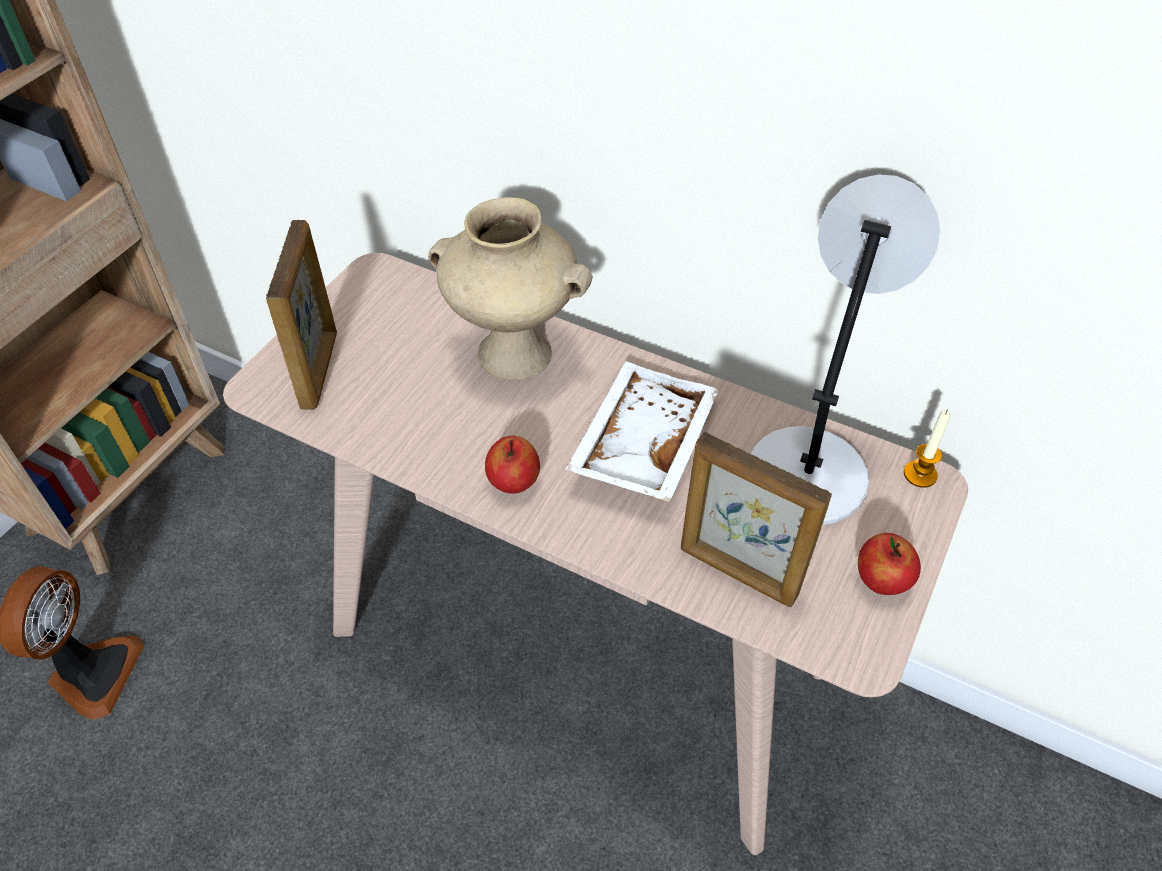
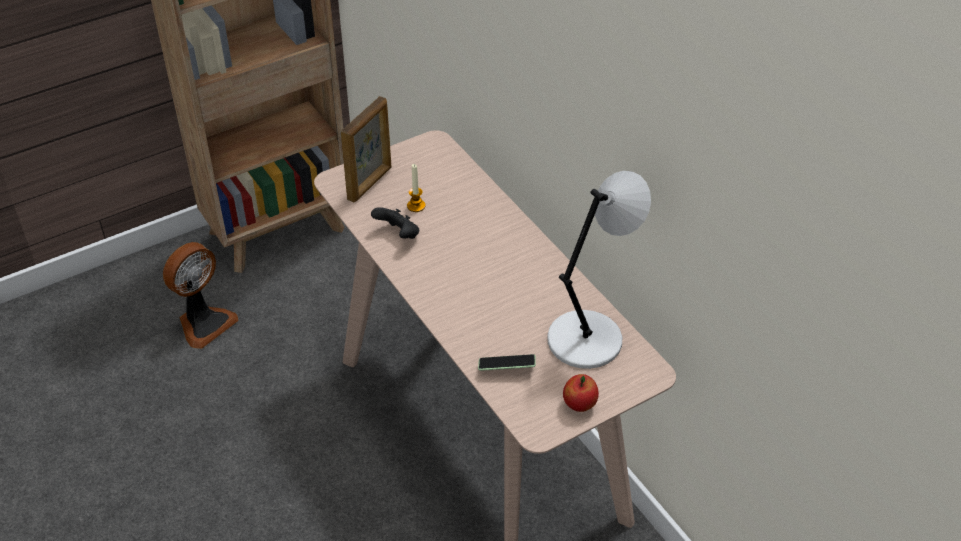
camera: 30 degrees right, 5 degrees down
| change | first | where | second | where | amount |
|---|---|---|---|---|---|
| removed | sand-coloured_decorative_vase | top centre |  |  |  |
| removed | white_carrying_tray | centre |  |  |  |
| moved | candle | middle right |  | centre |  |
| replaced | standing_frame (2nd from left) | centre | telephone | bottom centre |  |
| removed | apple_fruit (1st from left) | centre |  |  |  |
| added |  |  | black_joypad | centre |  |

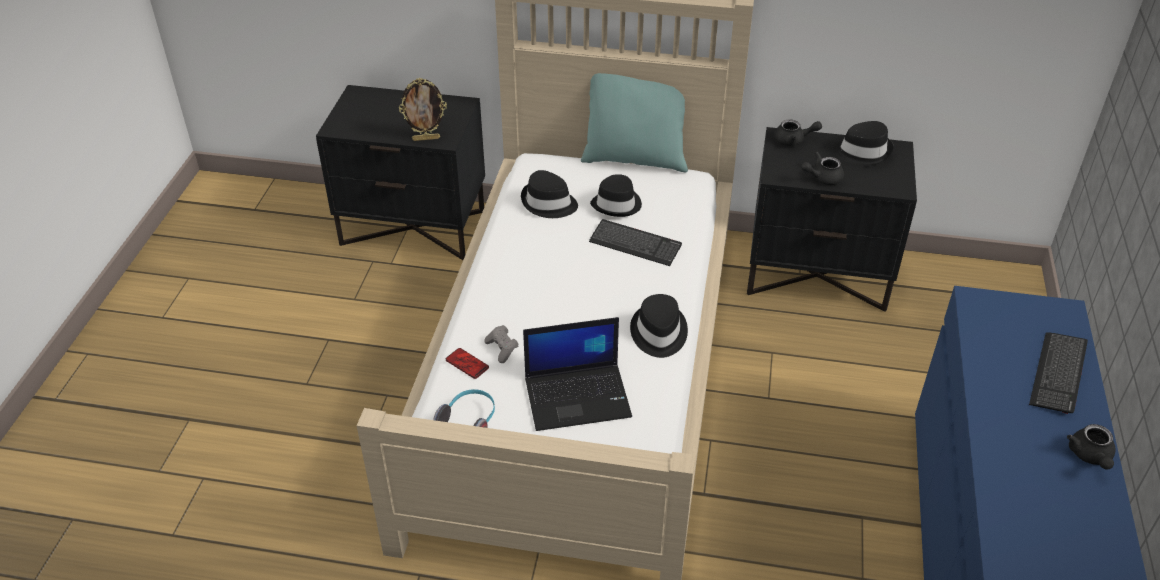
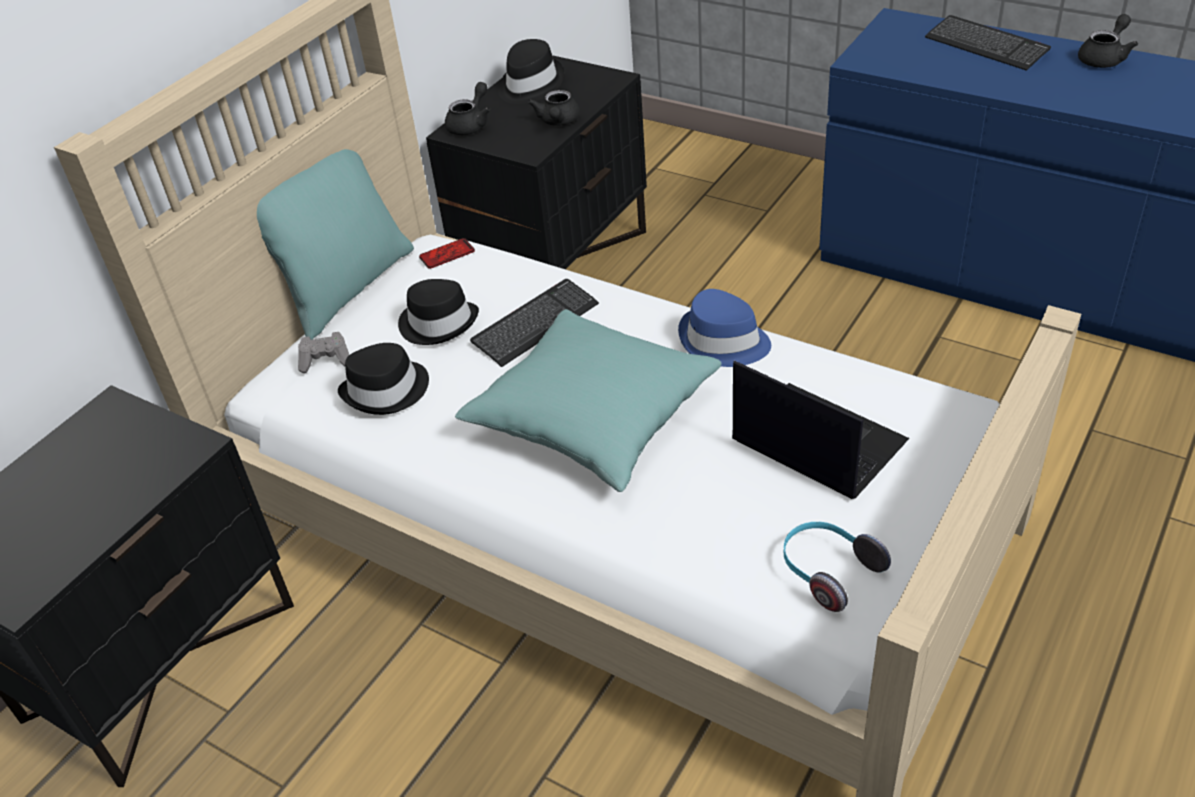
camera: 65 degrees left, 0 degrees up
| change | first | where | second | where | amount |
|---|---|---|---|---|---|
| removed | standing_frame | top centre |  |  |  |
| recoloured | black_wearable_hat (3rd from left) | centre | bluish_wearable_hat | centre |  |
| turned | portable_computer | centre |  | middle right | 60 degrees counterclockwise |
| moved | greyish_joypad | centre |  | middle left |  |
| moved | telephone | centre |  | top centre |  |
| turned | black_tea_pot (3rd from left) | bottom right |  | top right | 75 degrees counterclockwise |
| added |  |  | turquoise-coloured_throw_pillow (2nd from left) | centre |  |

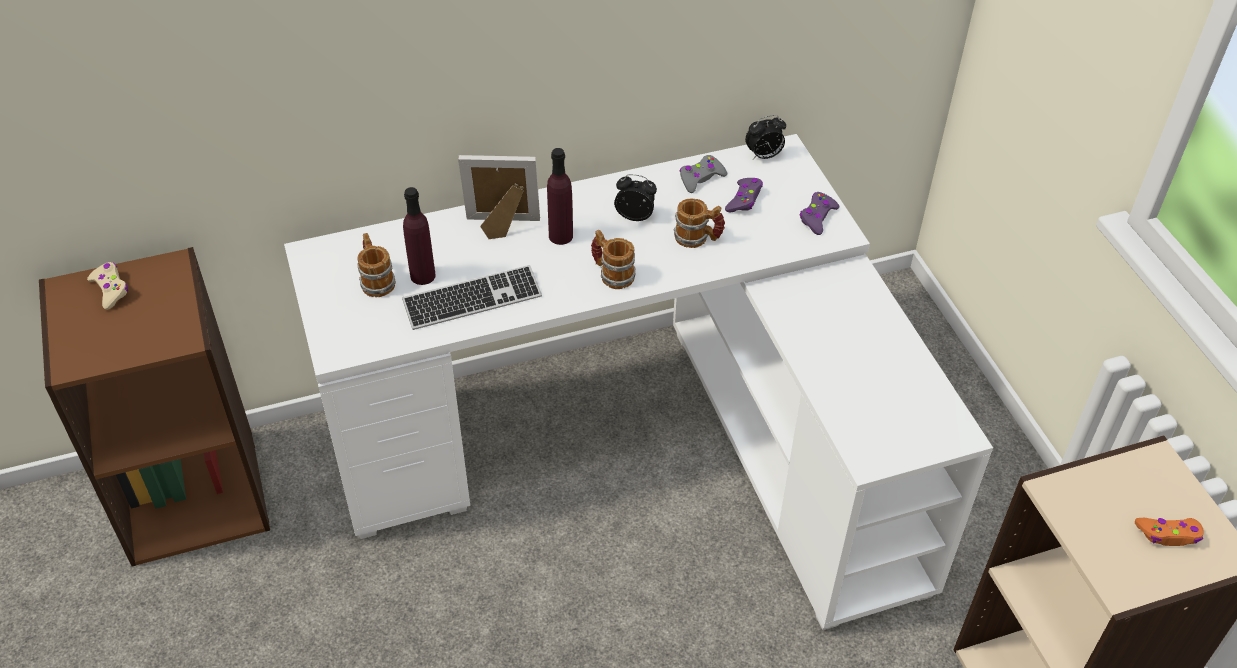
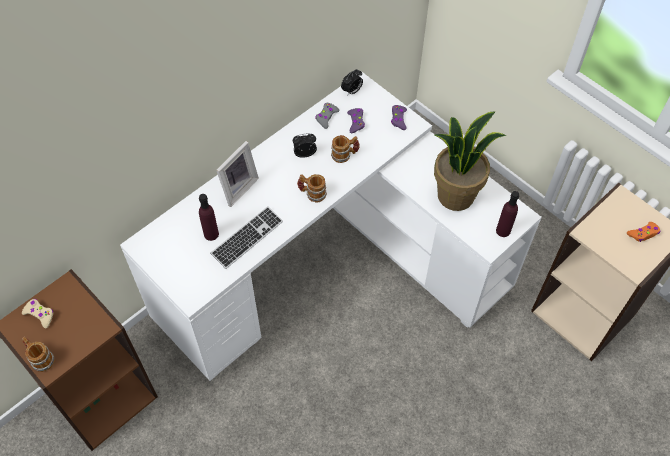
camera: 25 degrees left, 10 degrees up
| change | first | where | second | where | amount |
|---|---|---|---|---|---|
| moved | purple_beverage_bottle (2nd from left) | top centre |  | middle right |  |
| turned | standing_frame | top centre |  | centre | 150 degrees clockwise |
| moved | tea_mug (1st from left) | middle left |  | bottom left |  |
| added |  |  | houseplant | middle right |  |

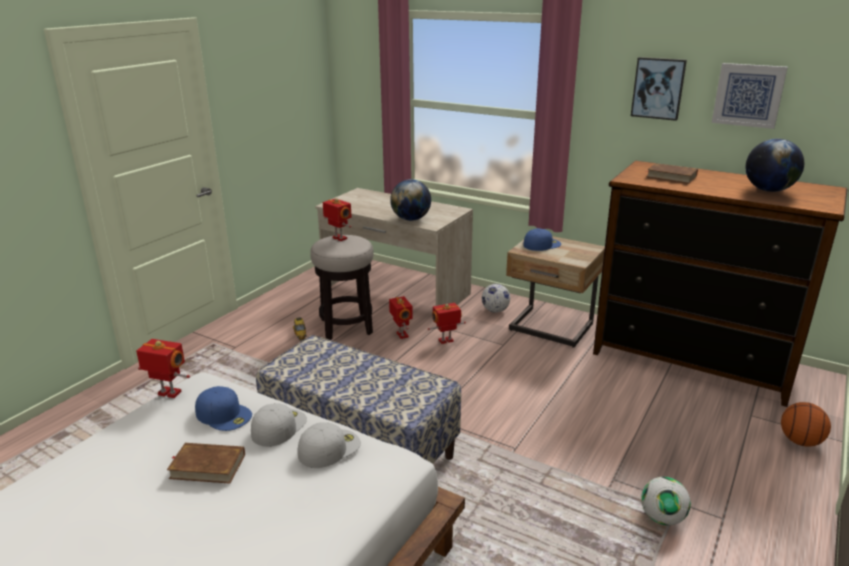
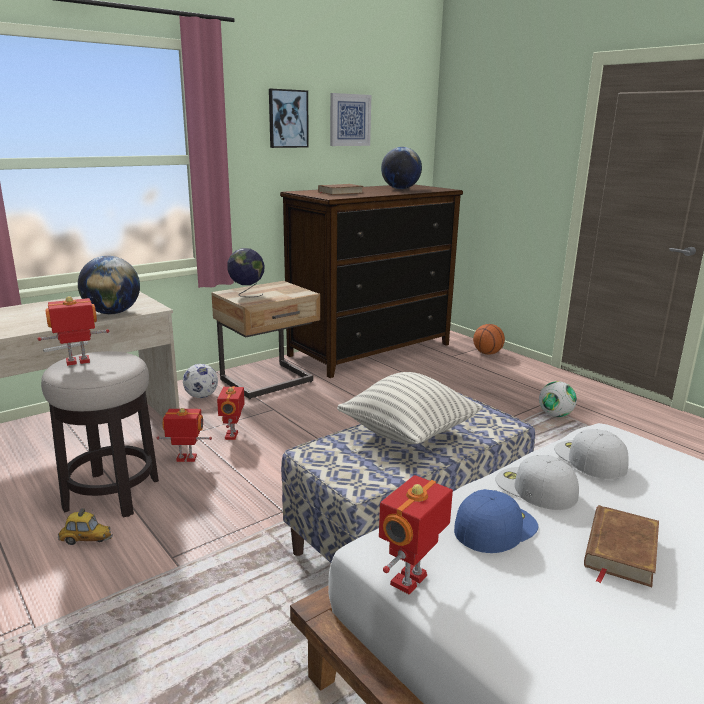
camera: 70 degrees left, 5 degrees down
| change | first | where | second | where | amount |
|---|---|---|---|---|---|
| replaced | bluish_cap (2nd from left) | centre | globe (2nd from left) | centre |  |
| added |  |  | throw_pillow | centre |  |

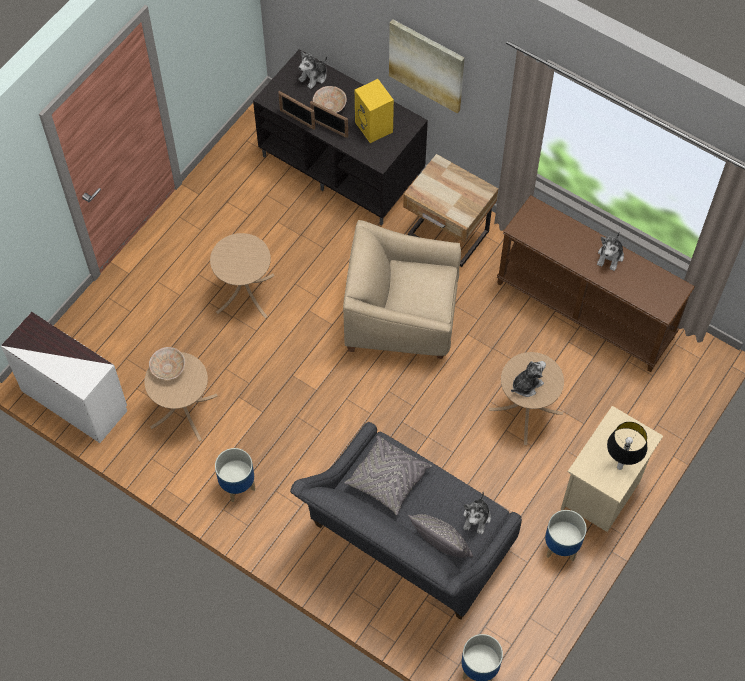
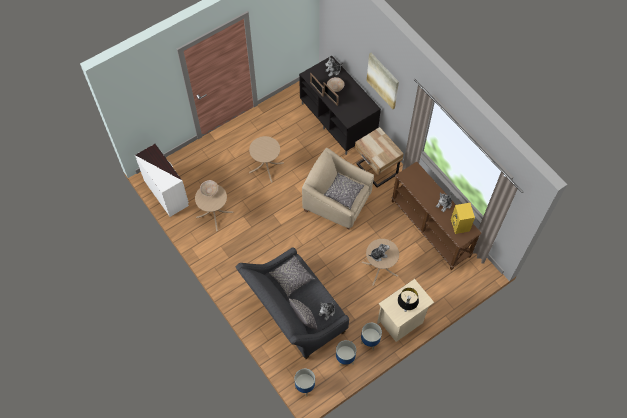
camera: 20 degrees right, 0 degrees up
| change | first | where | second | where | amount |
|---|---|---|---|---|---|
| moved | yellow_audio_speaker | top centre |  | middle right |  |
| moved | plant_pot (1st from left in the first image) | bottom left | plant_pot (2nd from left) | bottom centre |  |
| added |  |  | greyish_throw_pillow (3rd from left) | centre |  |

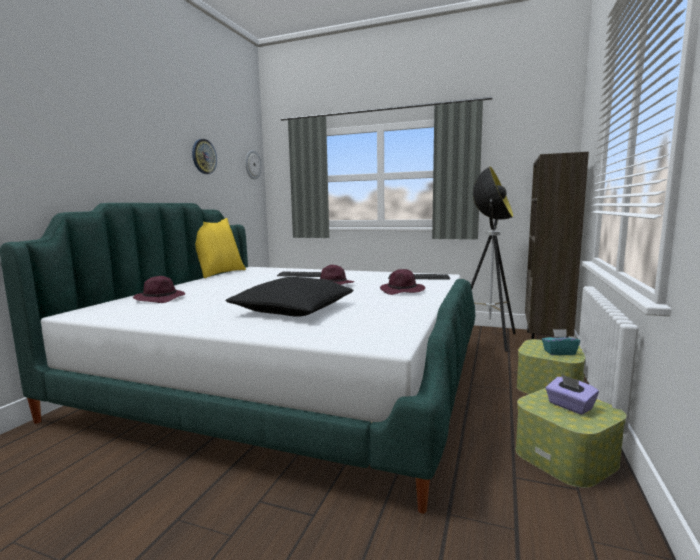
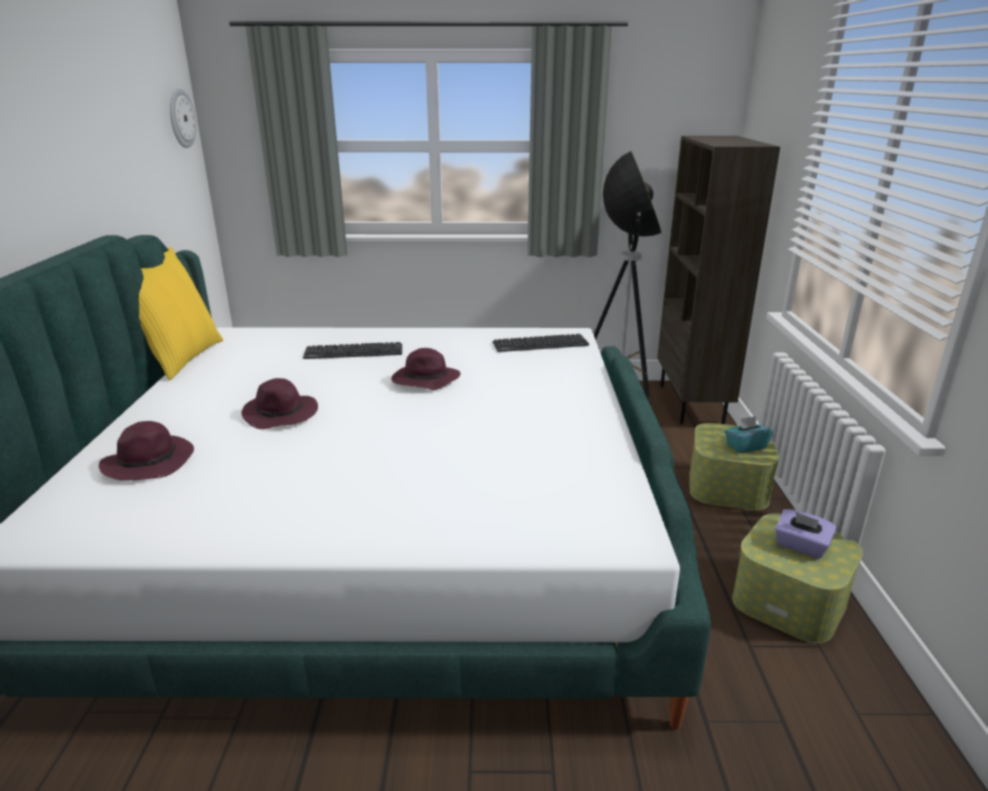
camera: 20 degrees left, 15 degrees up
| change | first | where | second | where | amount |
|---|---|---|---|---|---|
| removed | clock_on_the_wall (1st from left) | top left |  |  |  |
| moved | purple_wearable_hat (3rd from left in the first image) | centre | purple_wearable_hat (2nd from left) | middle left |  |
| removed | black_throw_pillow | centre |  |  |  |

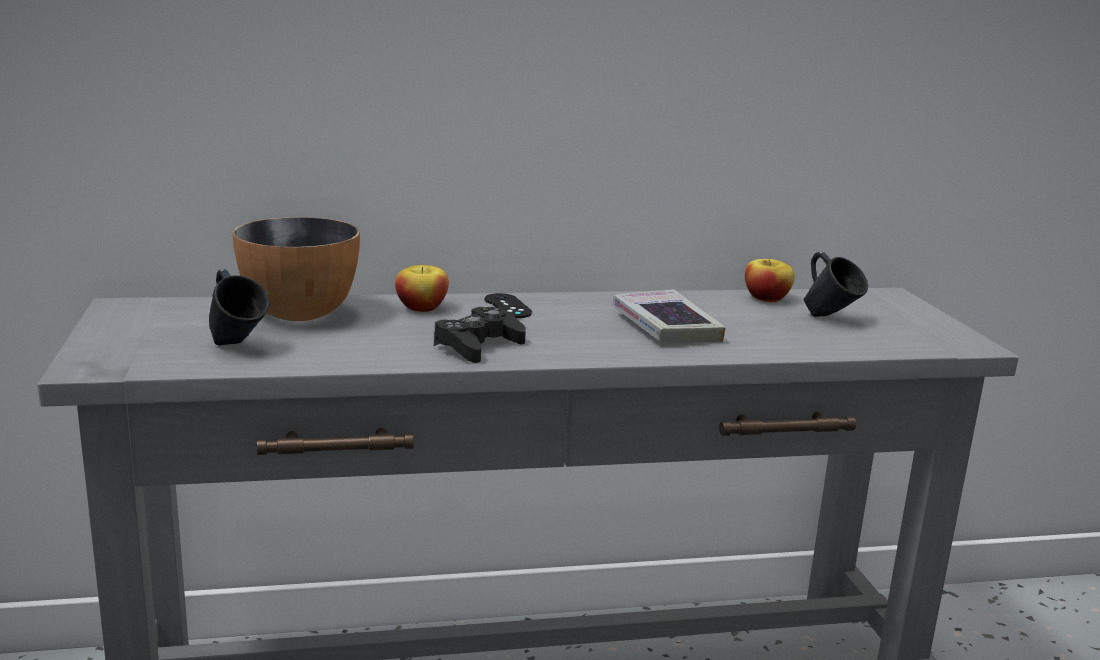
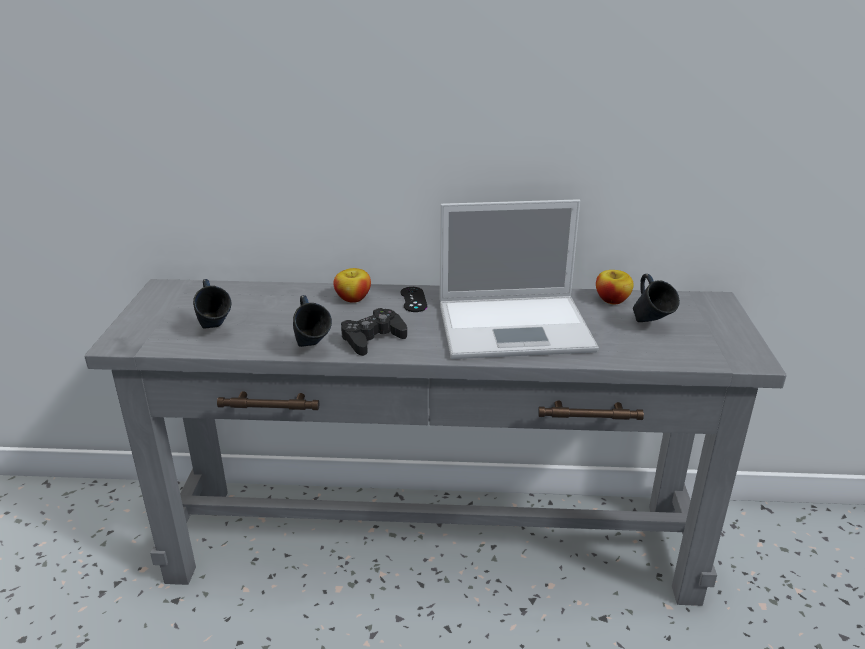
camera: 15 degrees right, 10 degrees up
| change | first | where | second | where | amount |
|---|---|---|---|---|---|
| removed | bowl | middle left |  |  |  |
| replaced | book | centre | portable_computer | centre |  |
| added |  |  | bluish_tea_mug (2nd from left) | centre |  |

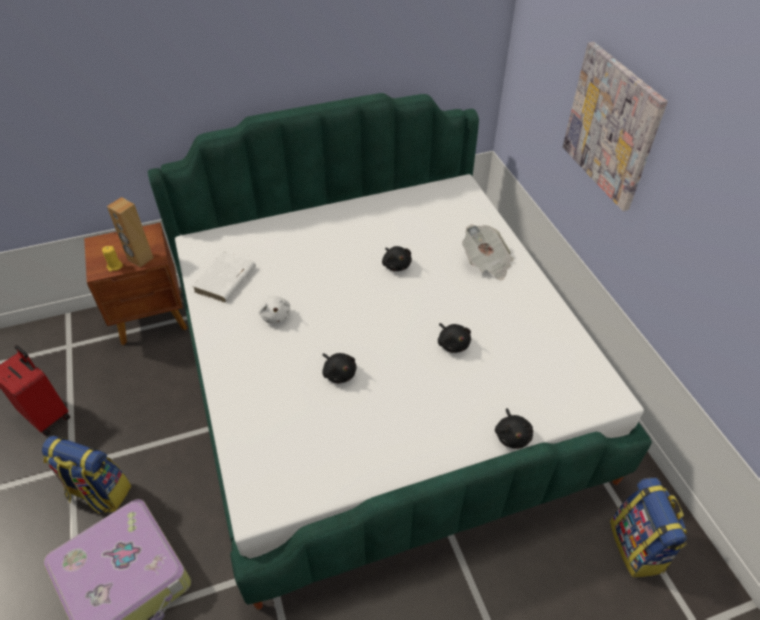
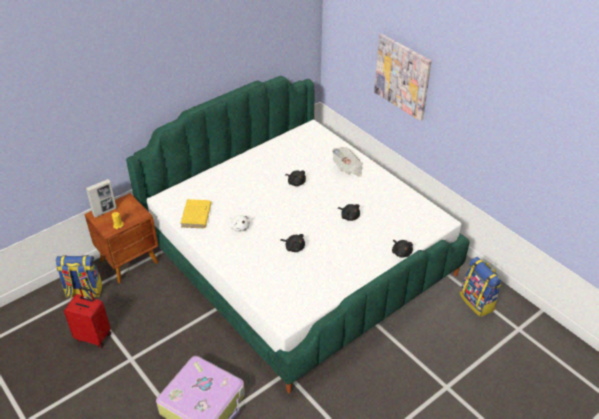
camera: 20 degrees left, 5 degrees down
| change | first | where | second | where | amount |
|---|---|---|---|---|---|
| removed | brownish_audio_speaker | middle left |  |  |  |
| recoloured | white_book | middle left | yellow_book | middle left |  |
| moved | backpack (1st from left) | bottom left |  | middle left |  |
| added |  |  | standing_frame | middle left |  |

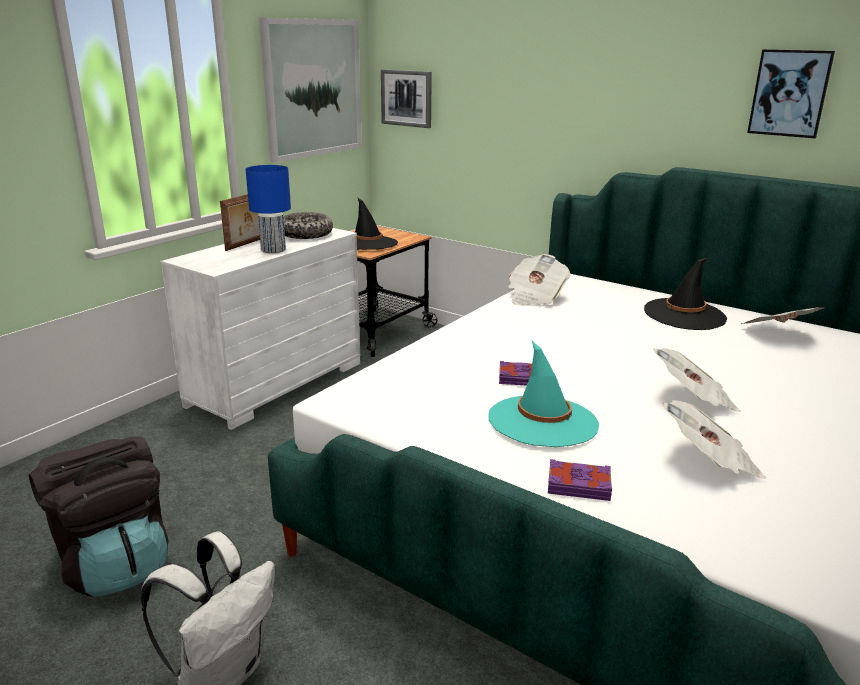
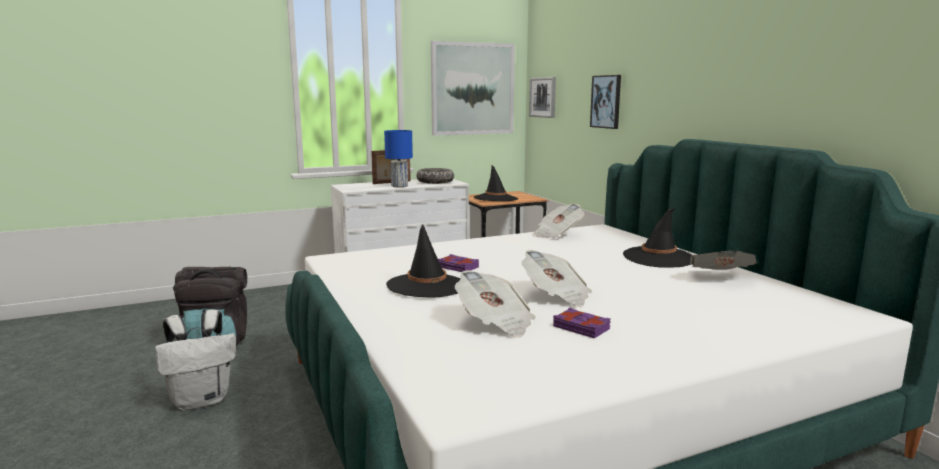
camera: 30 degrees right, 10 degrees down
| change | first | where | second | where | amount |
|---|---|---|---|---|---|
| moved | wall_picture (3rd from left) | top right |  | top centre |  |
| recoloured | turquoise-coloured_wearable_hat | centre | black_wearable_hat (1st from left) | centre |  |
| moved | purple_book (2nd from left) | bottom right |  | bottom centre |  |

